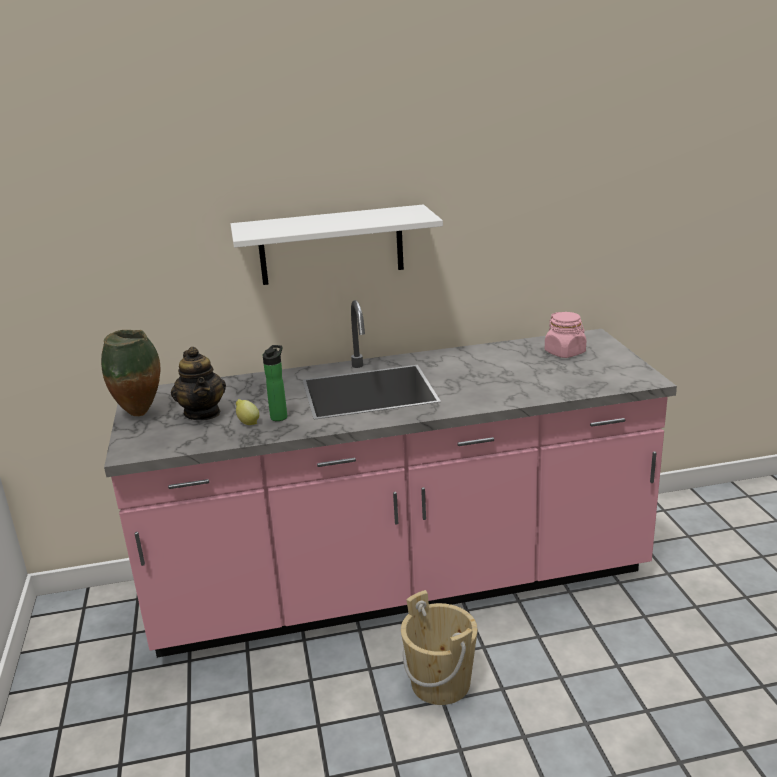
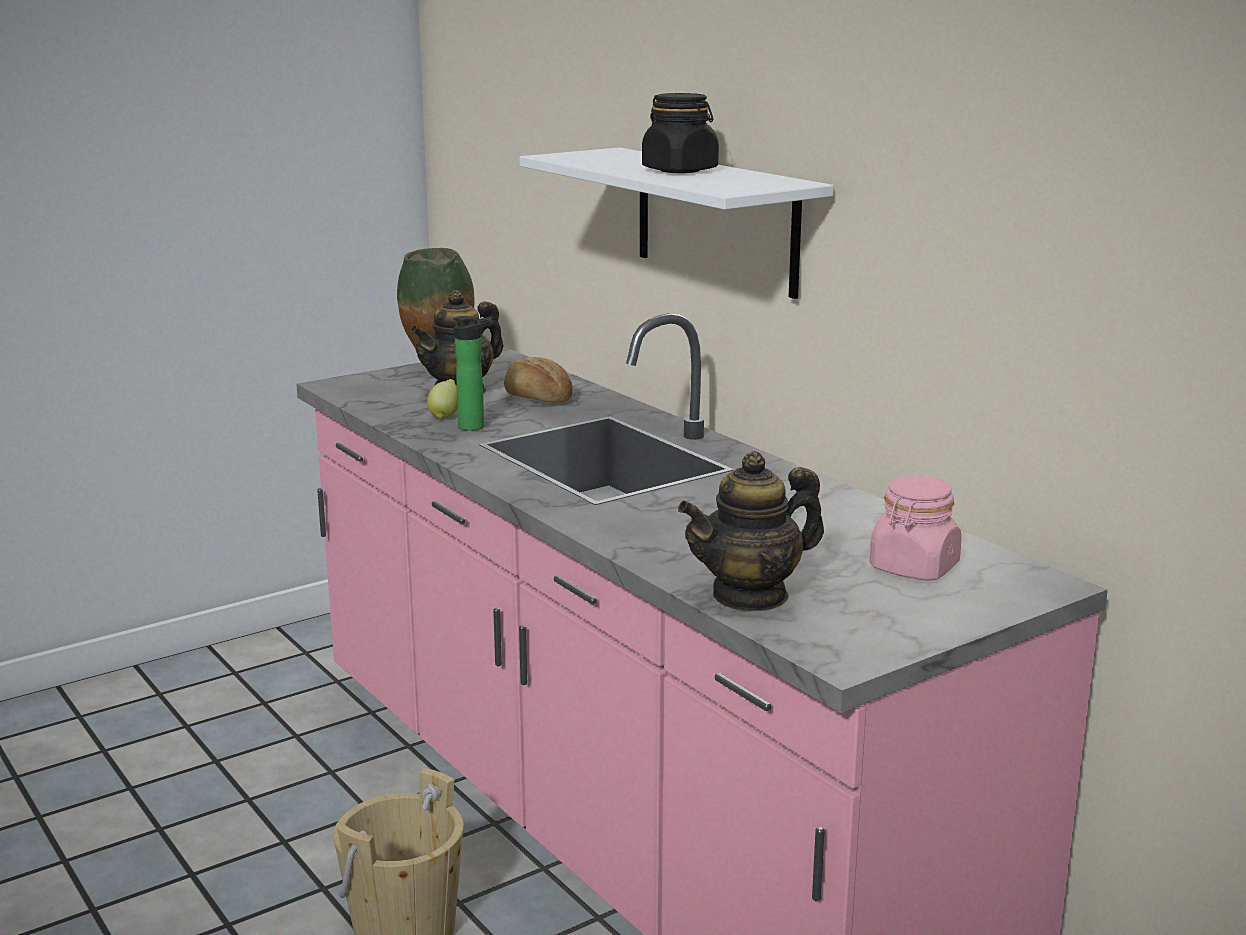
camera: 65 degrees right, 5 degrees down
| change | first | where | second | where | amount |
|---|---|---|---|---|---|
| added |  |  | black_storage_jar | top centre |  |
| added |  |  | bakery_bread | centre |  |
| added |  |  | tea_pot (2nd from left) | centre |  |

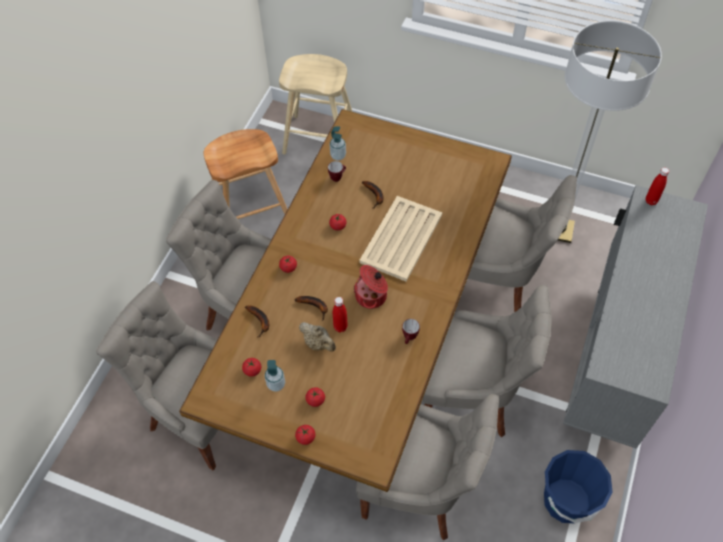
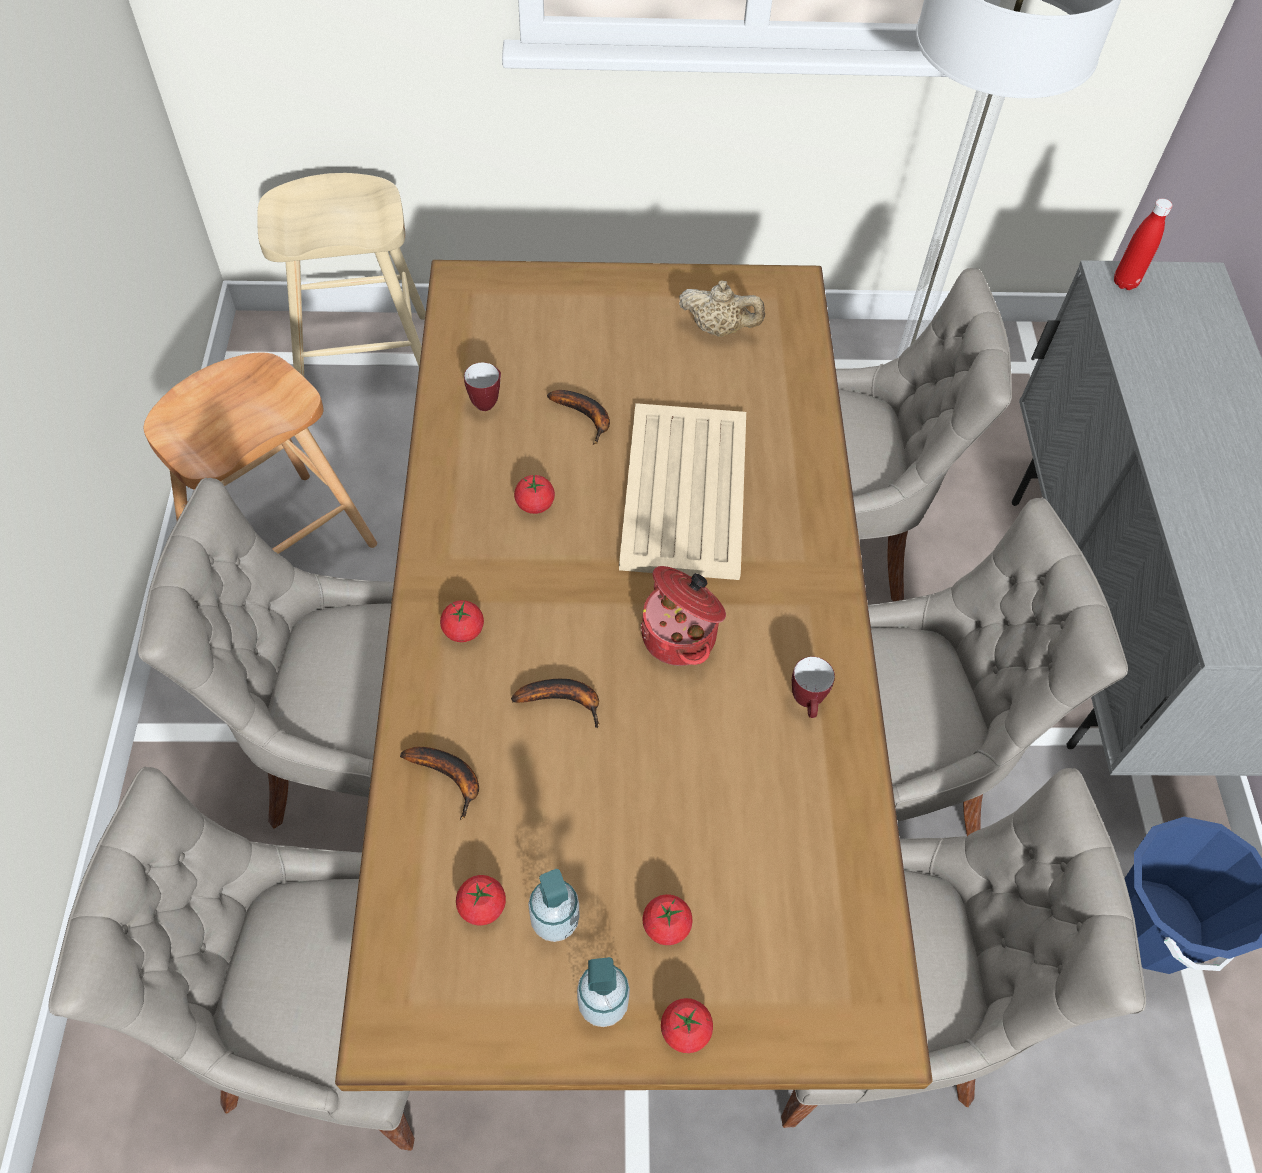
camera: 25 degrees left, 0 degrees up
| change | first | where | second | where | amount |
|---|---|---|---|---|---|
| moved | soap_dispenser (2nd from left) | top centre |  | bottom centre |  |
| removed | red_beverage_bottle (1st from left) | centre |  |  |  |
| moved | sand-coloured_tea_pot | centre |  | top centre |  |

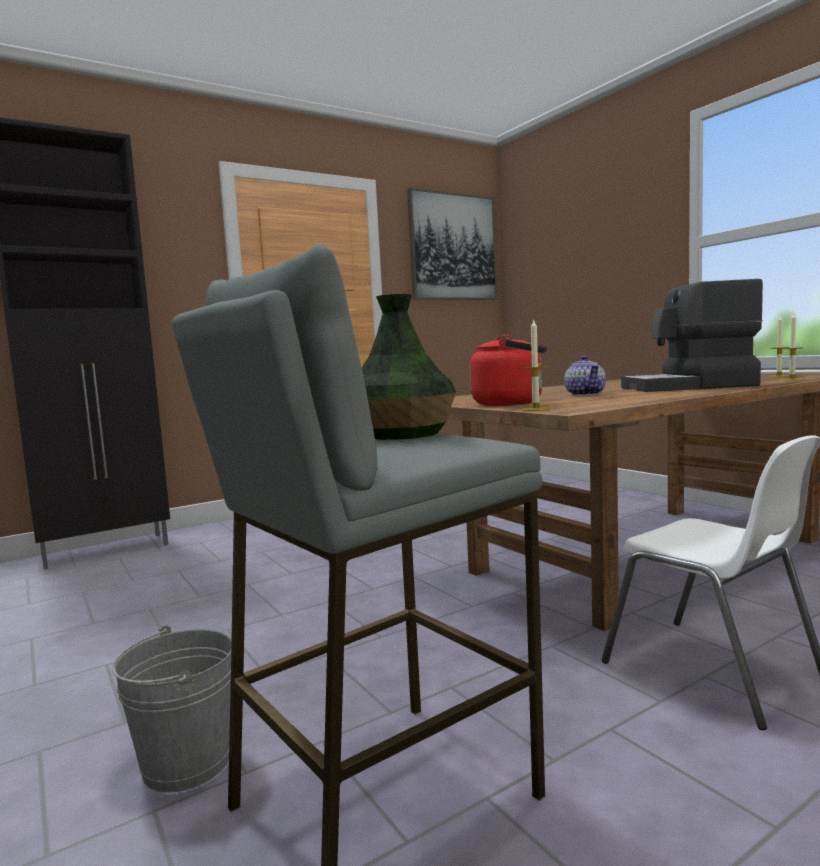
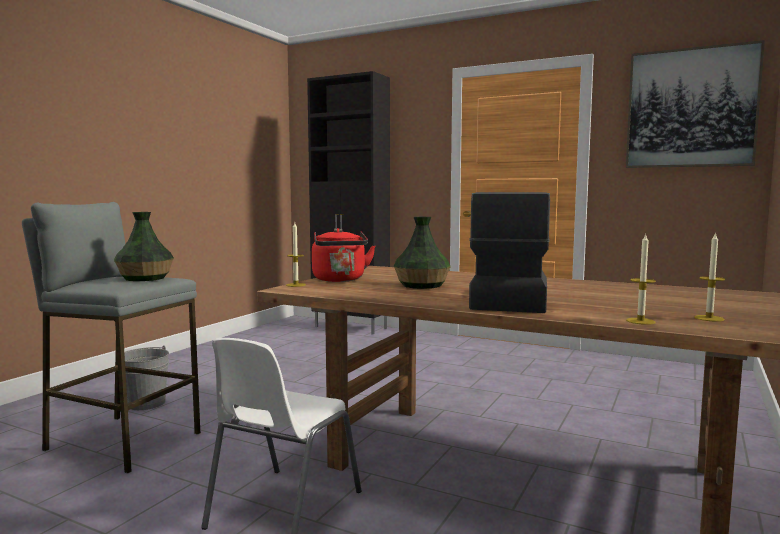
camera: 60 degrees right, 0 degrees up
| change | first | where | second | where | amount |
|---|---|---|---|---|---|
| turned | coffee_machine | middle right |  | centre | 45 degrees clockwise |
| replaced | tea_pot | middle right | decorative_vase (2nd from left) | centre |  |

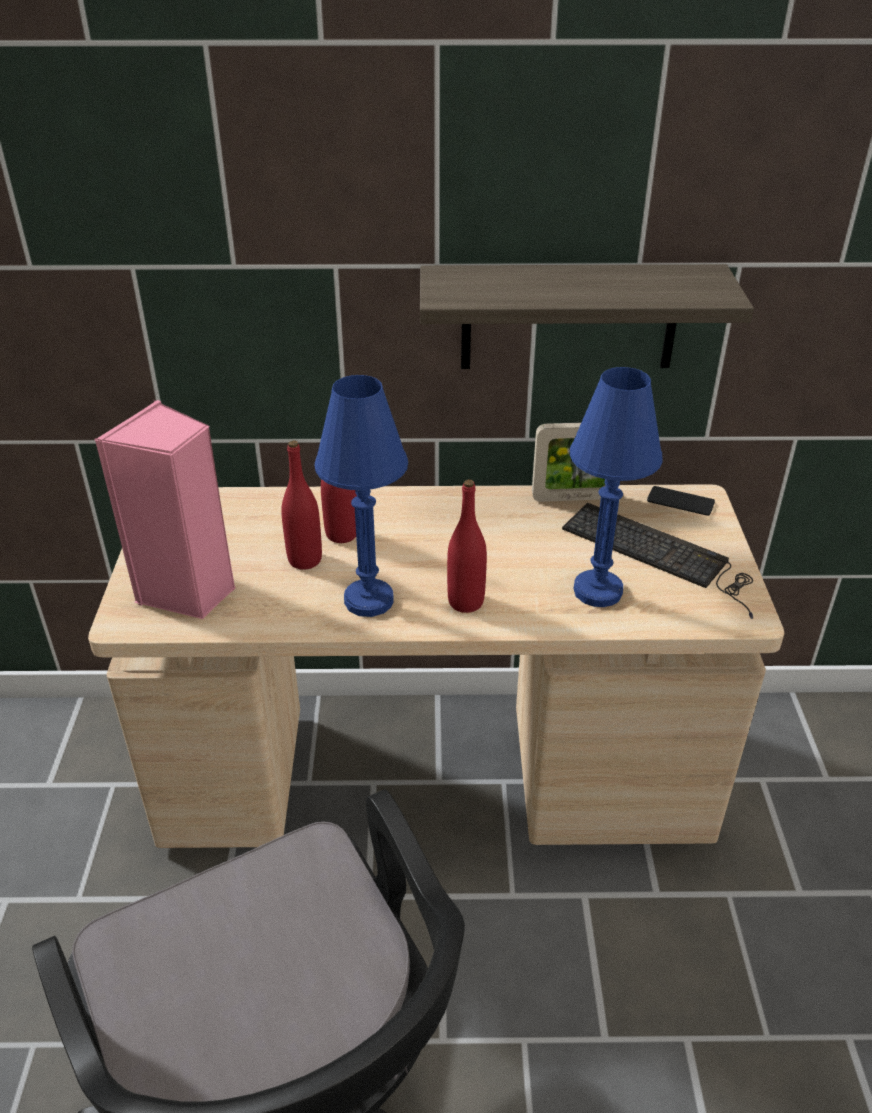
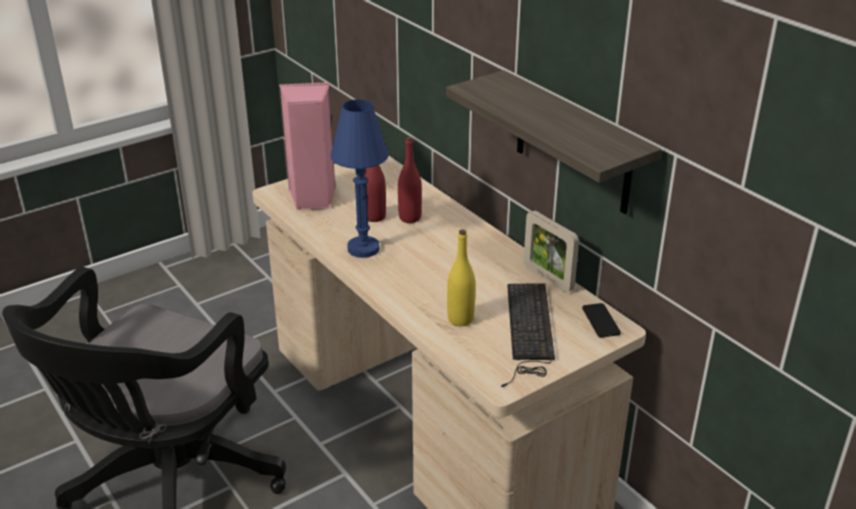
camera: 55 degrees right, 5 degrees down
| change | first | where | second | where | amount |
|---|---|---|---|---|---|
| replaced | bluish_lamp_for_a_table (2nd from left) | middle right | yellow_beverage_bottle | centre |  |
| removed | red_beverage_bottle (3rd from left) | centre |  |  |  |

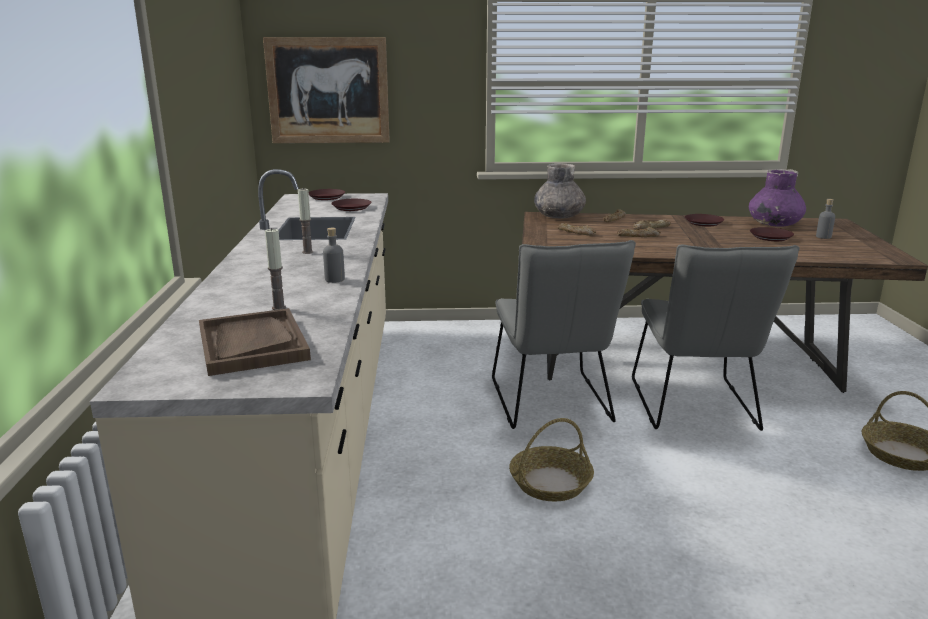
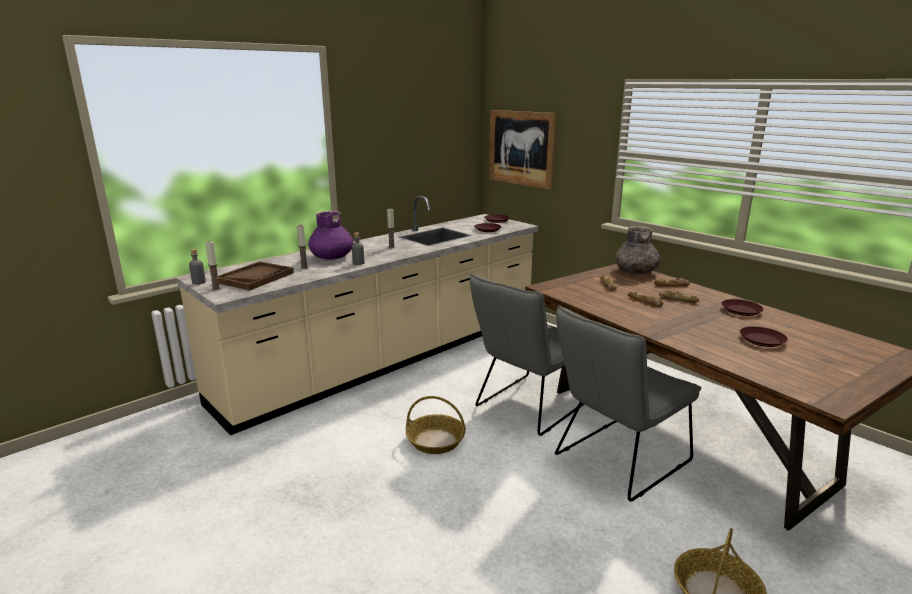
camera: 50 degrees right, 0 degrees up
| change | first | where | second | where | amount |
|---|---|---|---|---|---|
| moved | purple_decorative_vase | top right |  | centre |  |
| moved | greyish_beverage_bottle (2nd from left in the first image) | middle right | greyish_beverage_bottle (1st from left) | middle left |  |
| added |  |  | candle (1st from left) | middle left |  |

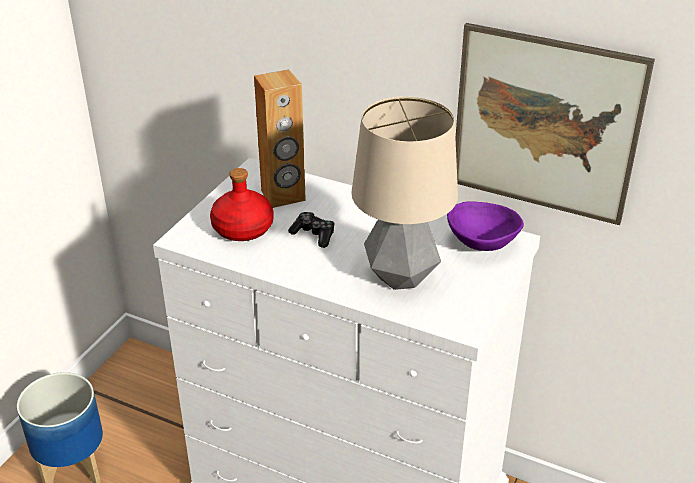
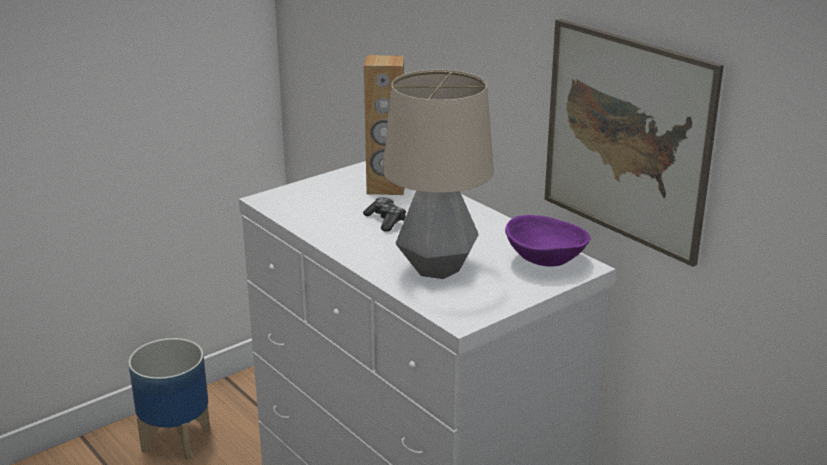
camera: 25 degrees right, 10 degrees down
| change | first | where | second | where | amount |
|---|---|---|---|---|---|
| removed | red_beverage_bottle | centre |  |  |  |

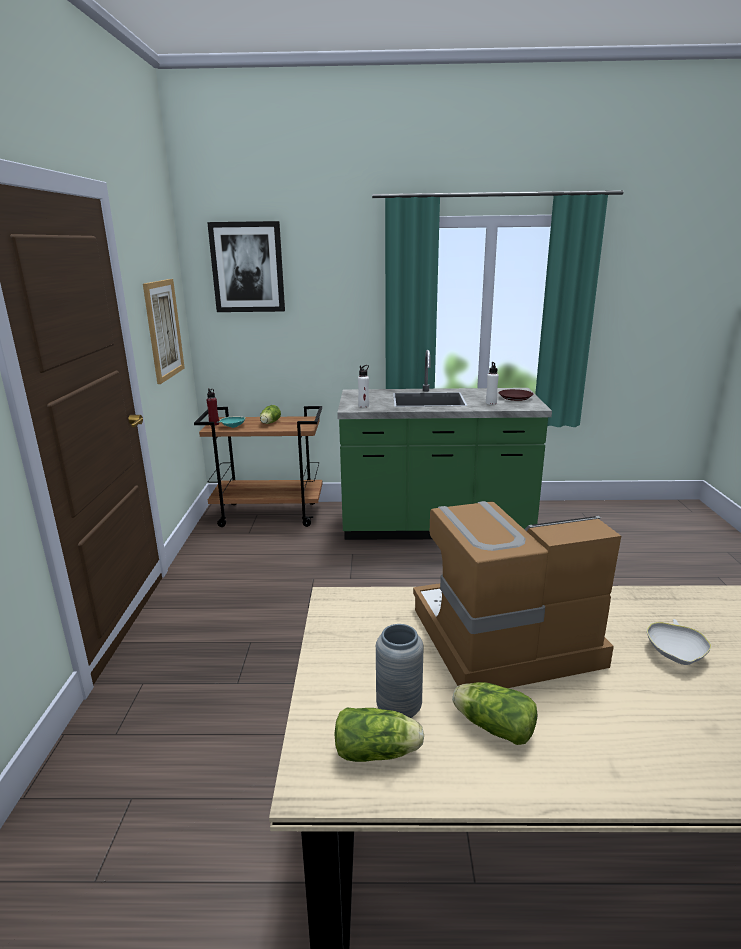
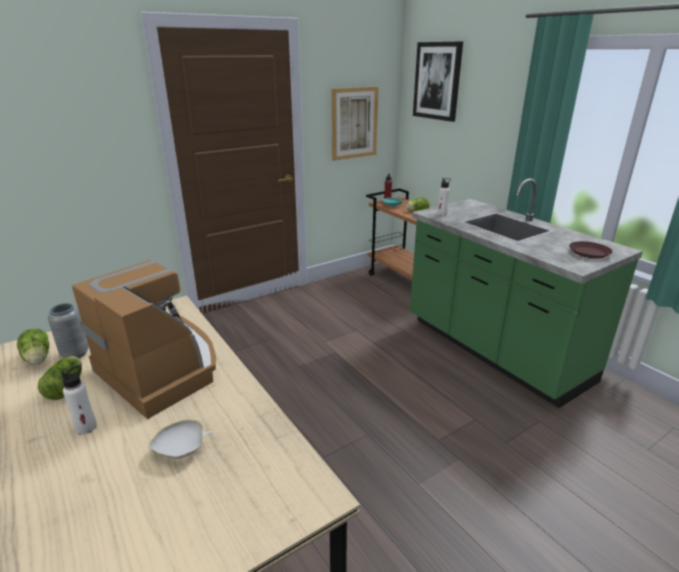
camera: 55 degrees right, 5 degrees up
| change | first | where | second | where | amount |
|---|---|---|---|---|---|
| moved | white_beverage_bottle (2nd from left in the first image) | centre | white_beverage_bottle (1st from left) | bottom left |  |

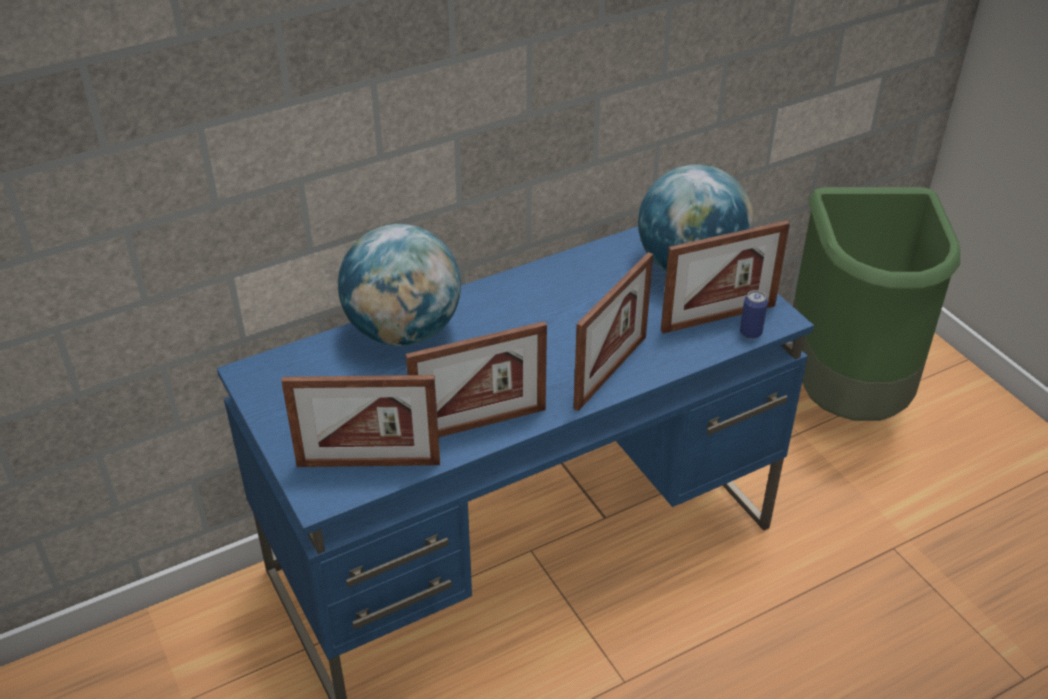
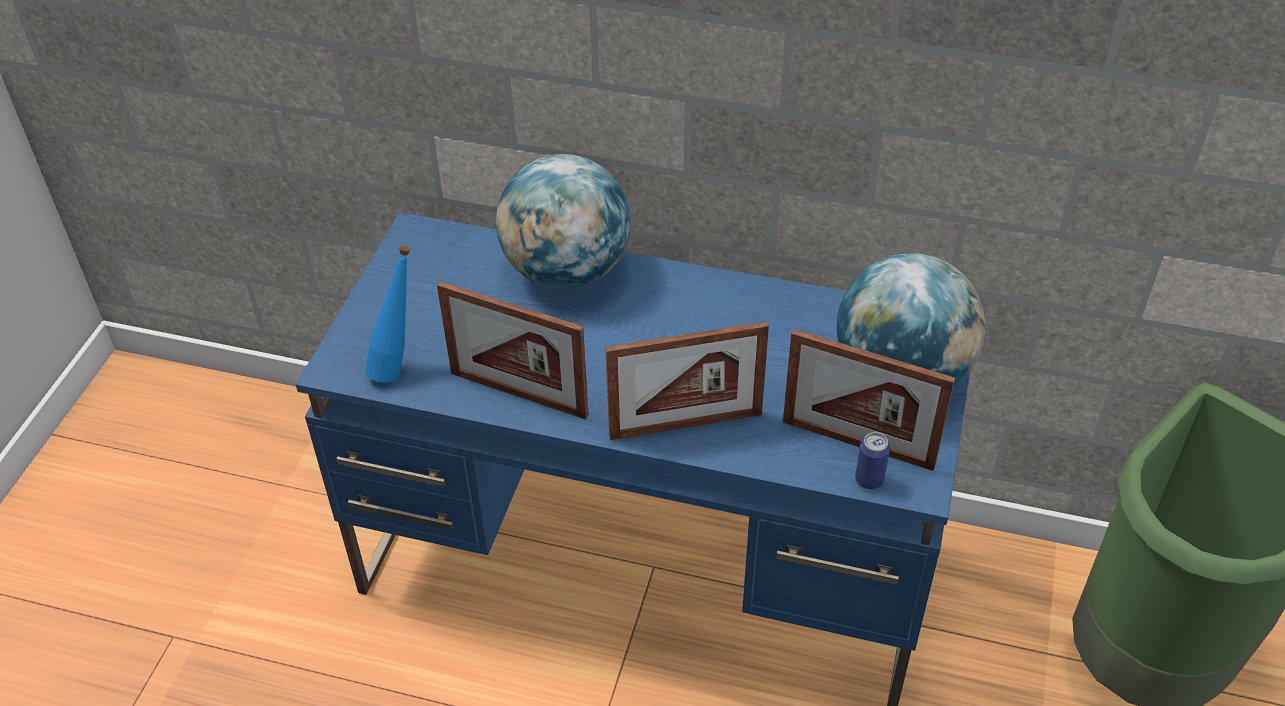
camera: 45 degrees right, 5 degrees up
| change | first | where | second | where | amount |
|---|---|---|---|---|---|
| replaced | standing_frame (1st from left) | centre | bluish_beverage_bottle | middle left |  |

